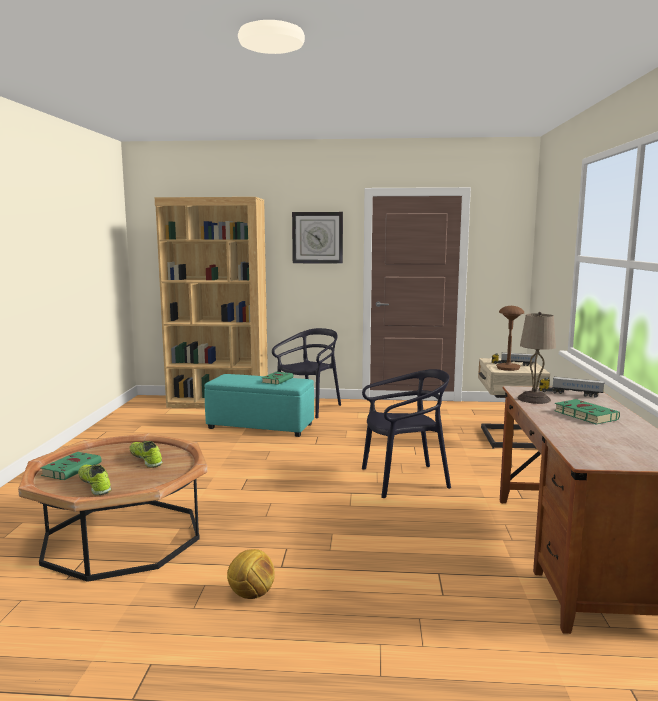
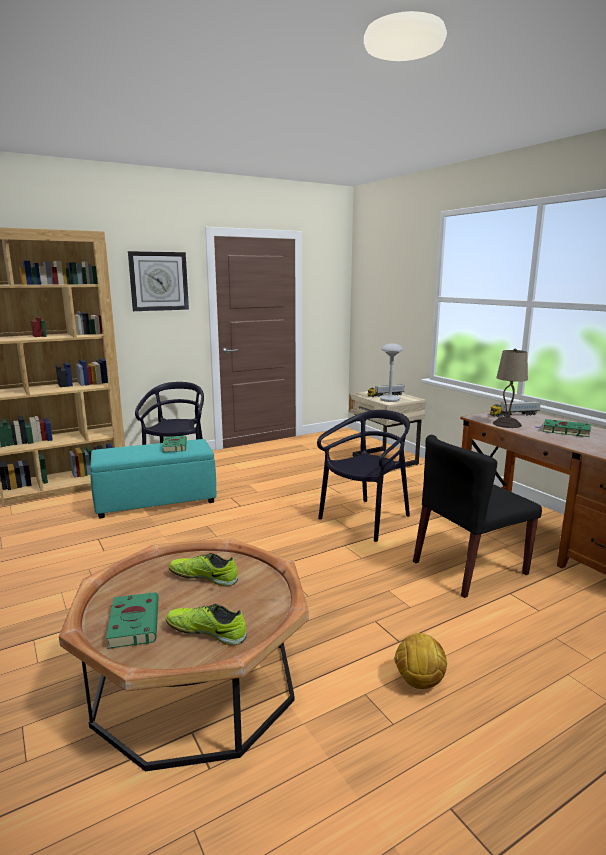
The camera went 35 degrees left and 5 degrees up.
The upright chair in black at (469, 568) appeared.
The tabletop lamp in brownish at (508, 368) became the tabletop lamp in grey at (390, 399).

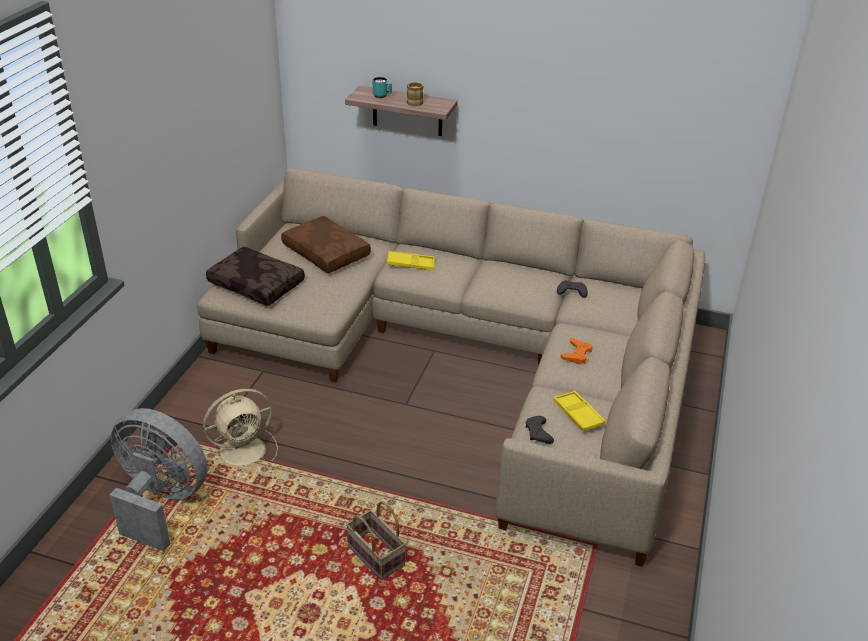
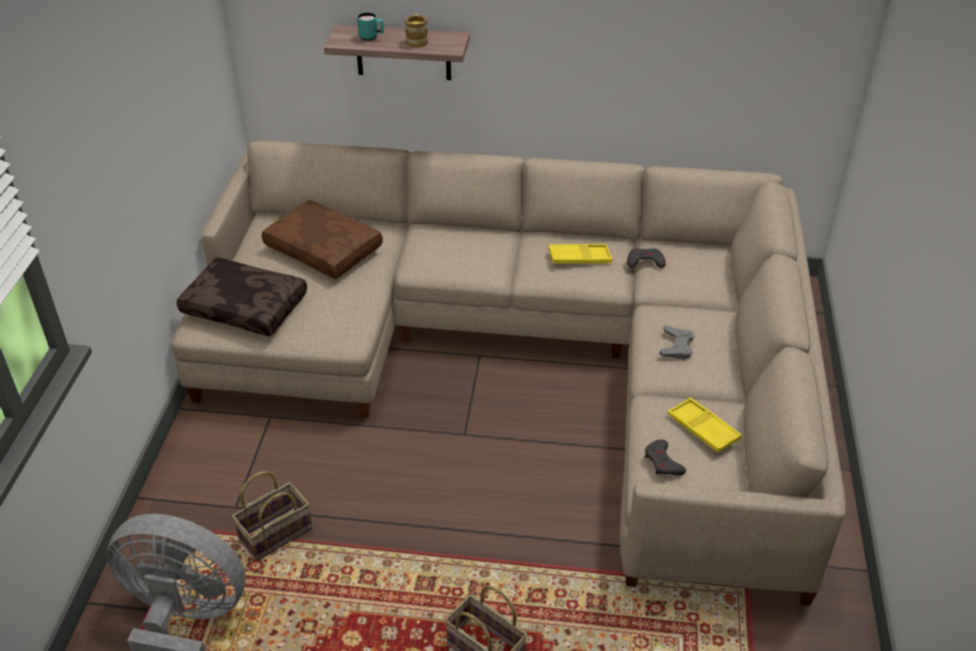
The camera went 10 degrees left and 5 degrees up.
The serving tray in yellow moved from (410, 264) to (579, 258).
The fan in beige-coloured at (244, 450) was replaced by the storage basket at (276, 532).
The gamepad in orangey at (576, 354) became the gamepad in grey at (676, 346).

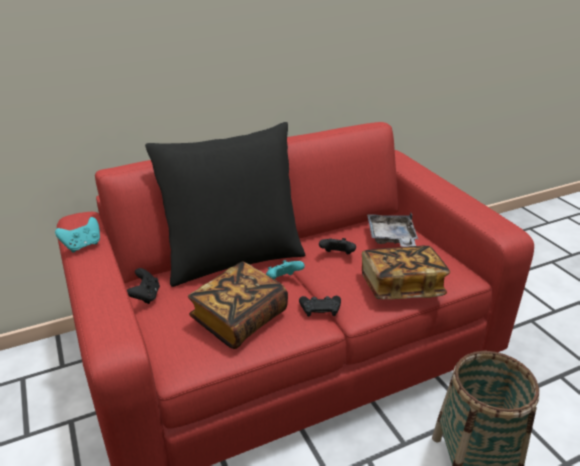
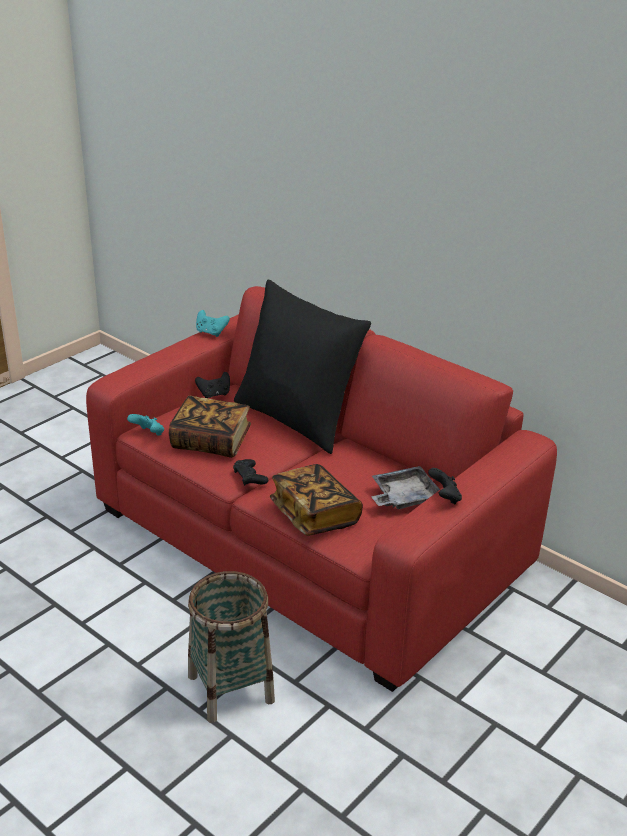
The camera went 65 degrees right and 0 degrees up.
The gamepad in turquoise moved from (283, 280) to (148, 434).
The gamepad in black moved from (337, 255) to (444, 497).

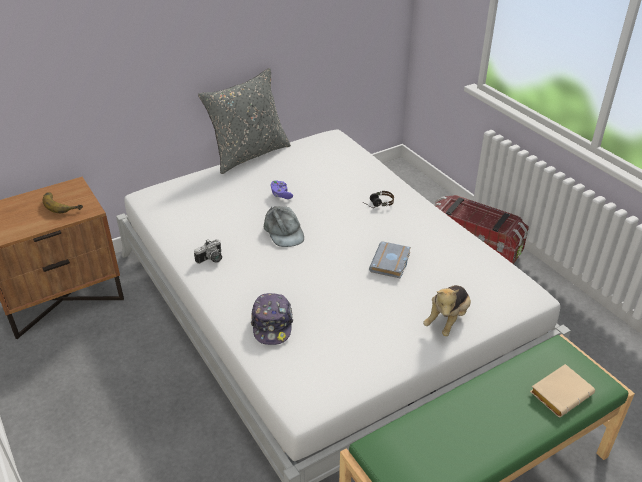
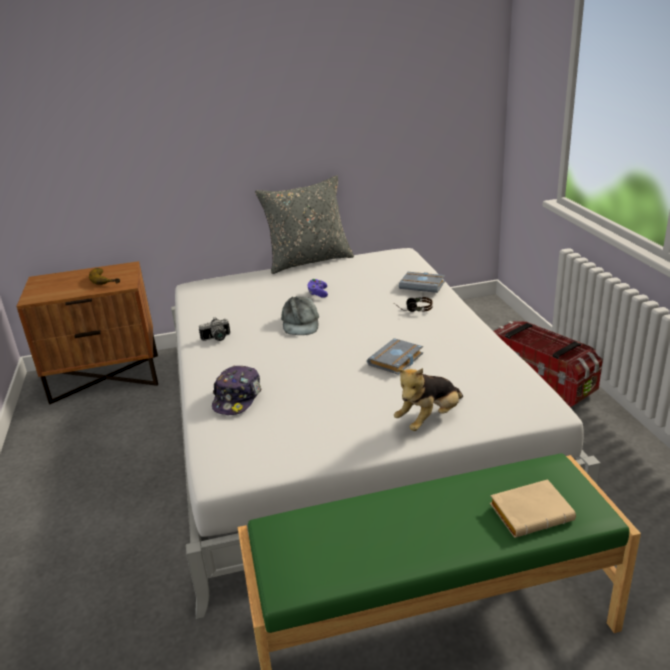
The camera went 20 degrees right and 10 degrees down.
The book in grey at (423, 285) appeared.

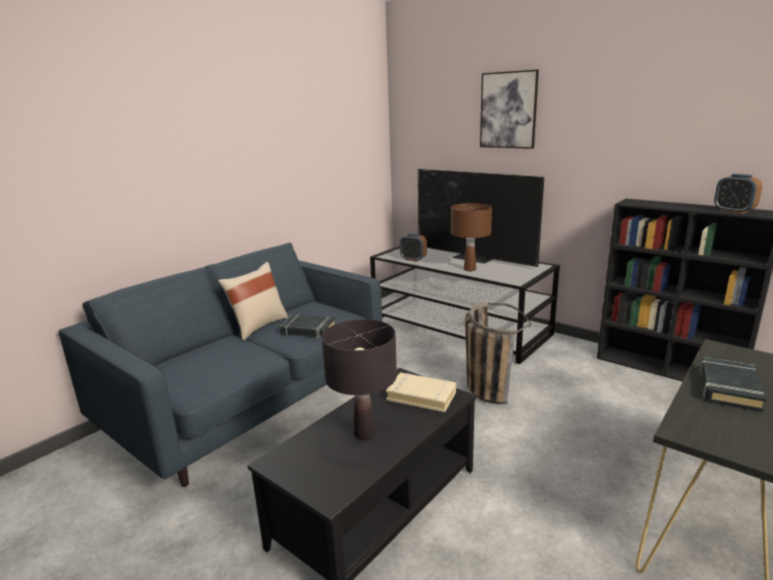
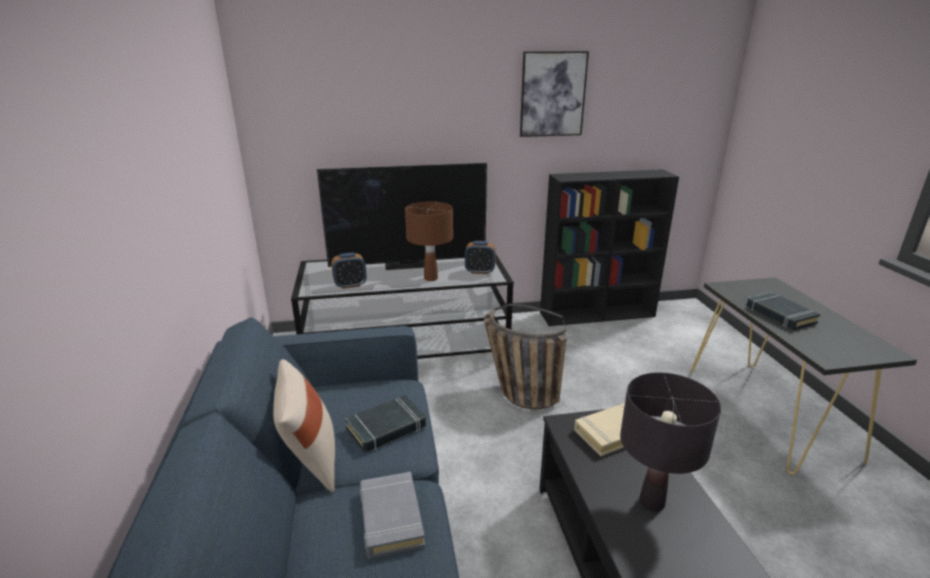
The camera went 50 degrees left and 5 degrees up.
The book in grey at (390, 518) appeared.
The wall art moved from (508, 110) to (552, 94).
The bedside clock moved from (733, 211) to (480, 271).

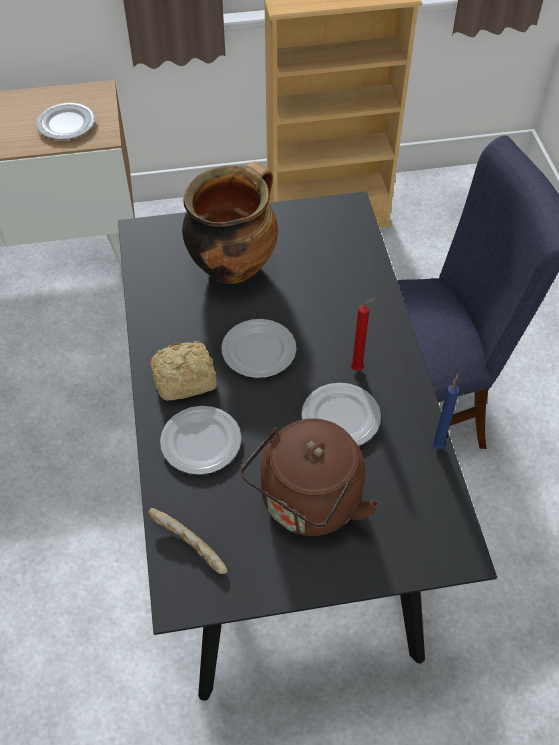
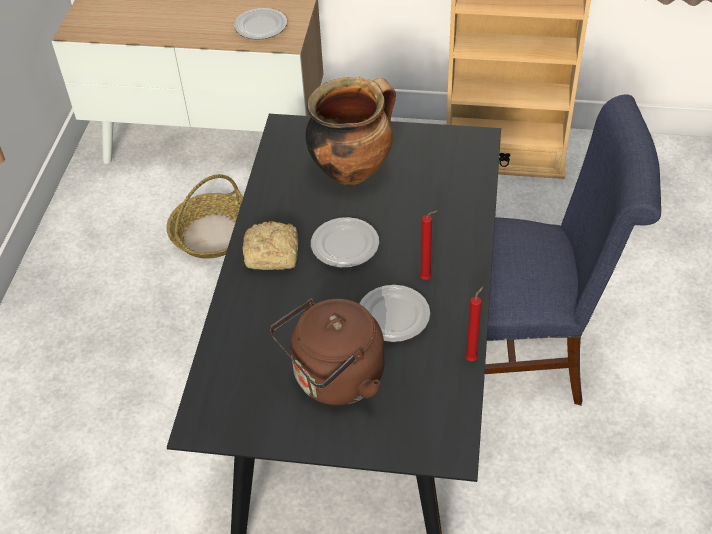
The camera went 20 degrees right and 5 degrees down.
The bread at (188, 546) disappeared.
The plate at (200, 443) disappeared.
The storage basket at (212, 234) appeared.
The wax light in blue-coloured at (438, 444) became the wax light in red at (472, 358).

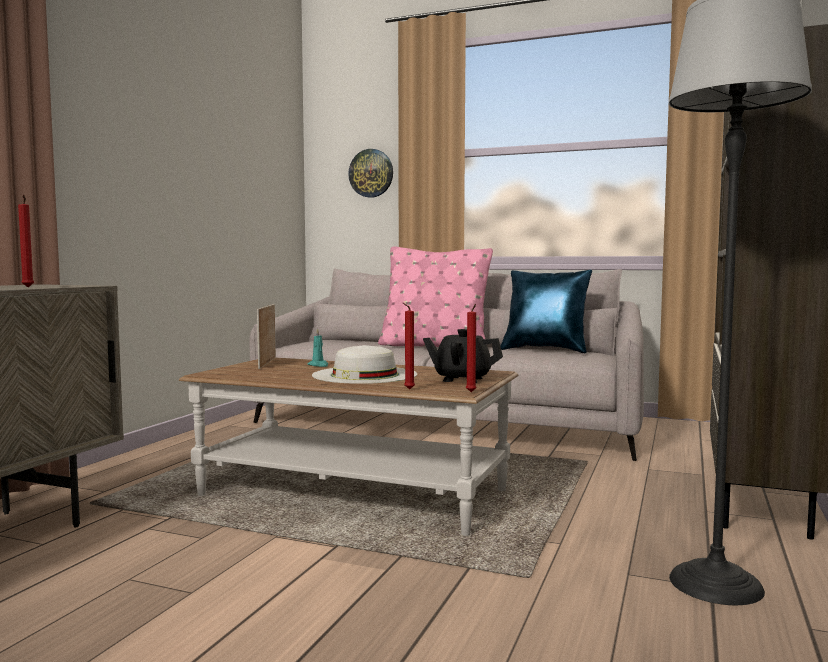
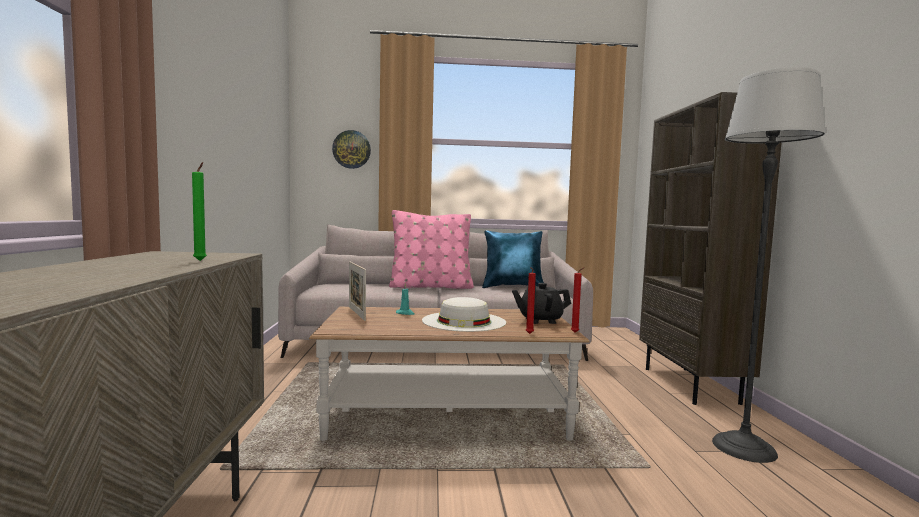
The camera went 25 degrees left and 0 degrees up.
The wax light in red at (28, 287) became the wax light in greenish at (201, 261).

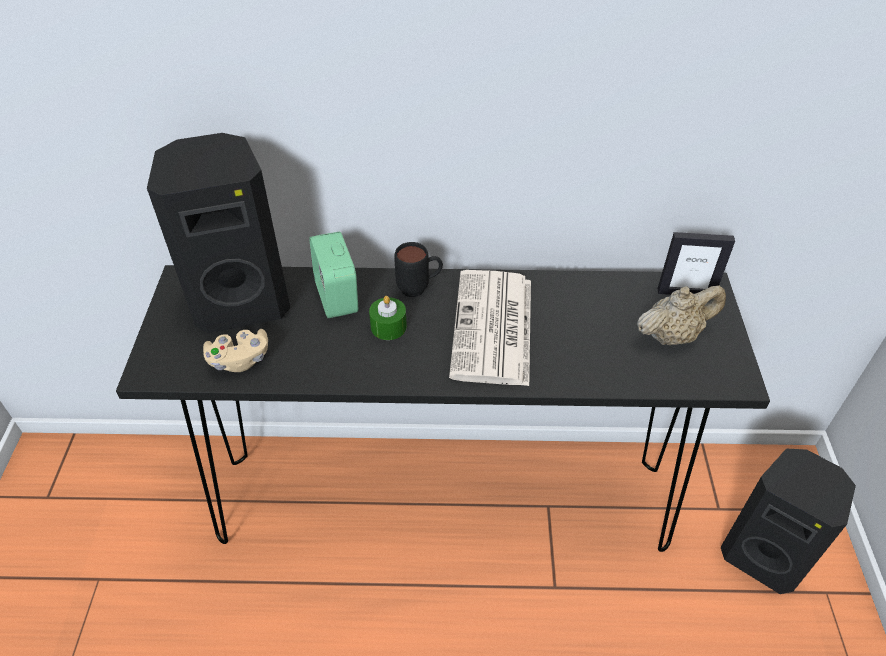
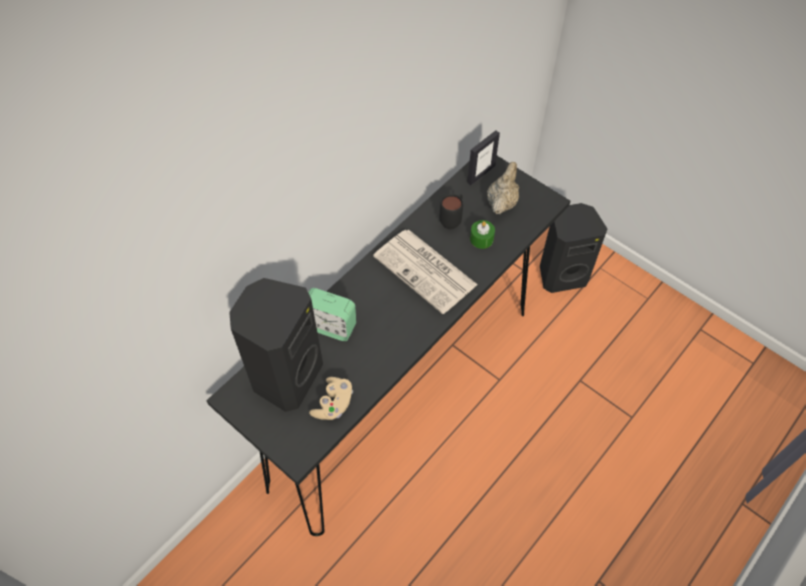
The camera went 50 degrees left and 10 degrees up.
The wax light in greenish moved from (388, 326) to (481, 239).
The coffee mug in black moved from (419, 289) to (452, 220).

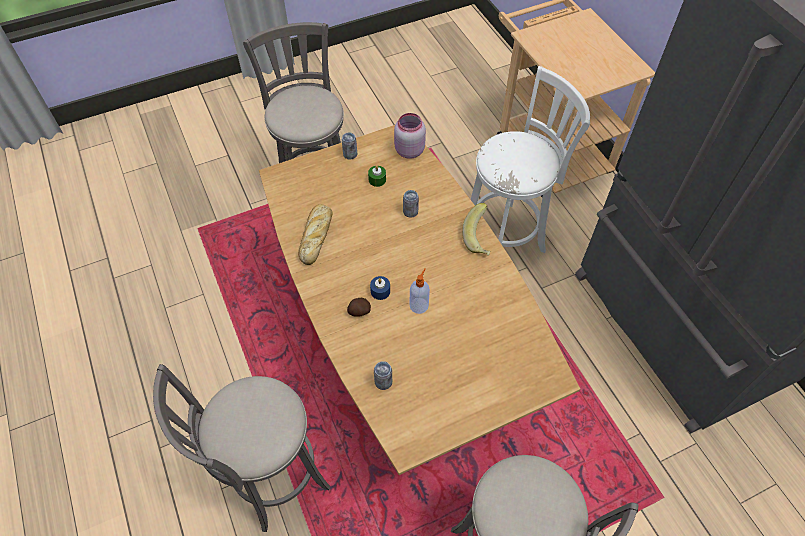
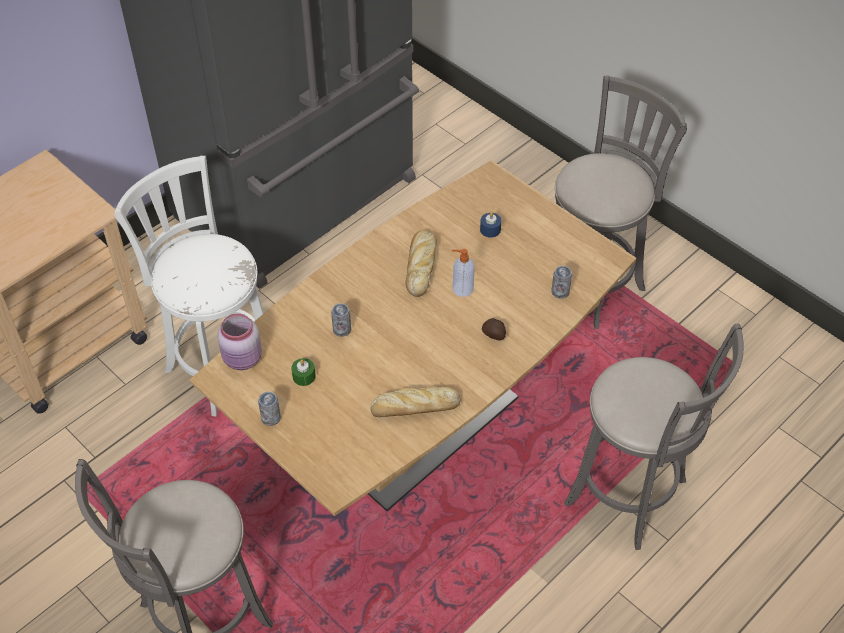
The camera went 110 degrees left and 5 degrees down.
The banana fruit at (480, 238) disappeared.
The bread at (421, 265) appeared.
The wax light in blue-coloured moved from (380, 291) to (490, 229).

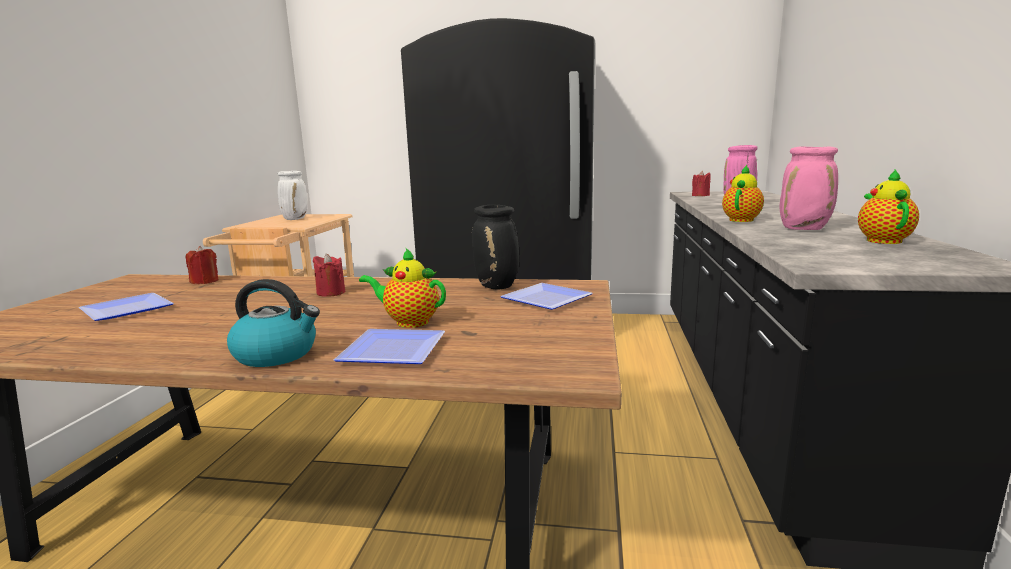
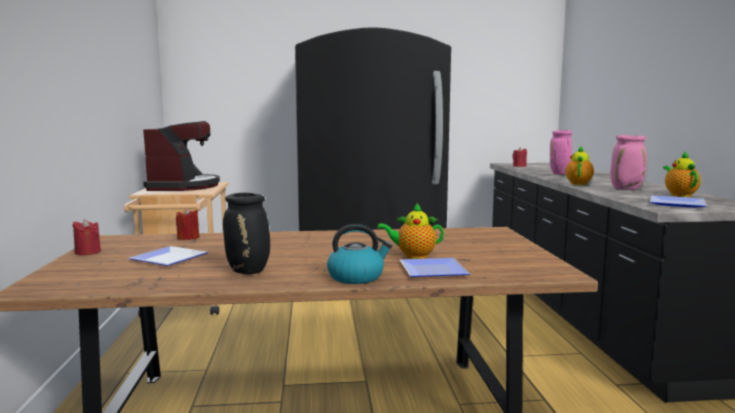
The camera went 15 degrees left and 5 degrees down.
The wax light in red moved from (331, 293) to (88, 252).
The flower vase in black moved from (497, 287) to (249, 271).
The plate moved from (546, 300) to (679, 204).
The flower vase in white-coloured at (295, 219) was replaced by the coffee machine at (184, 186).

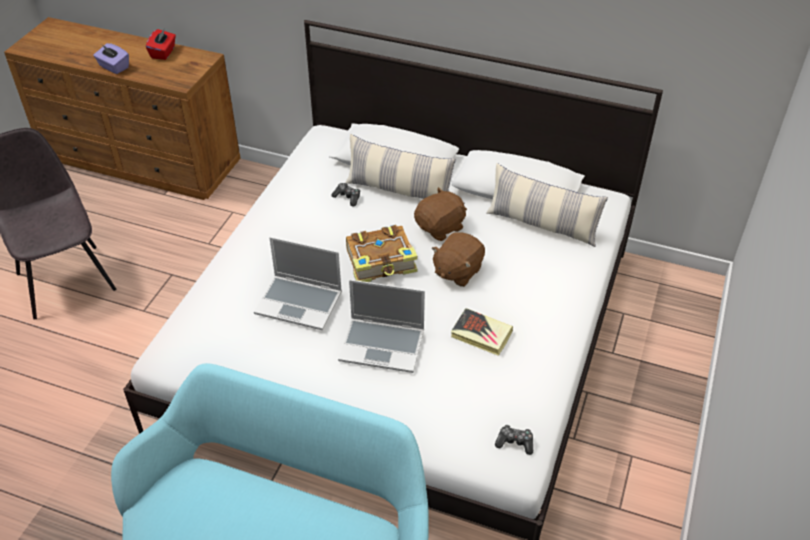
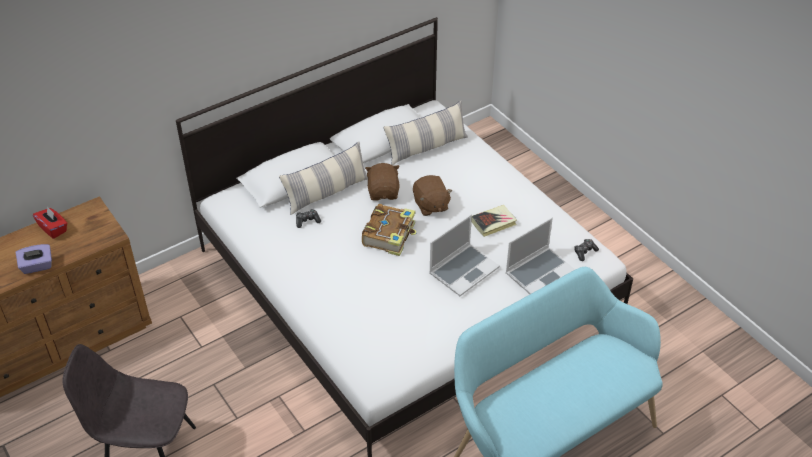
The camera went 55 degrees left and 0 degrees up.
The portable computer moved from (300, 303) to (540, 272).

